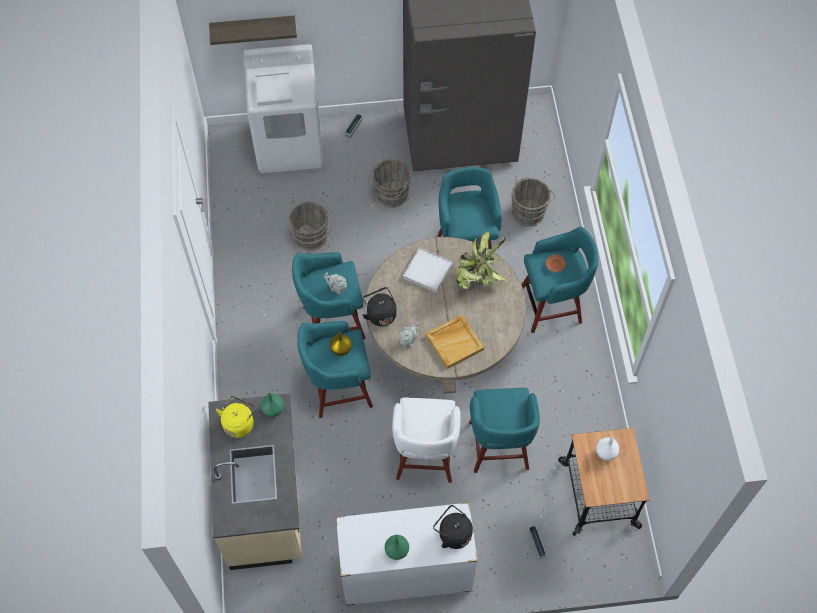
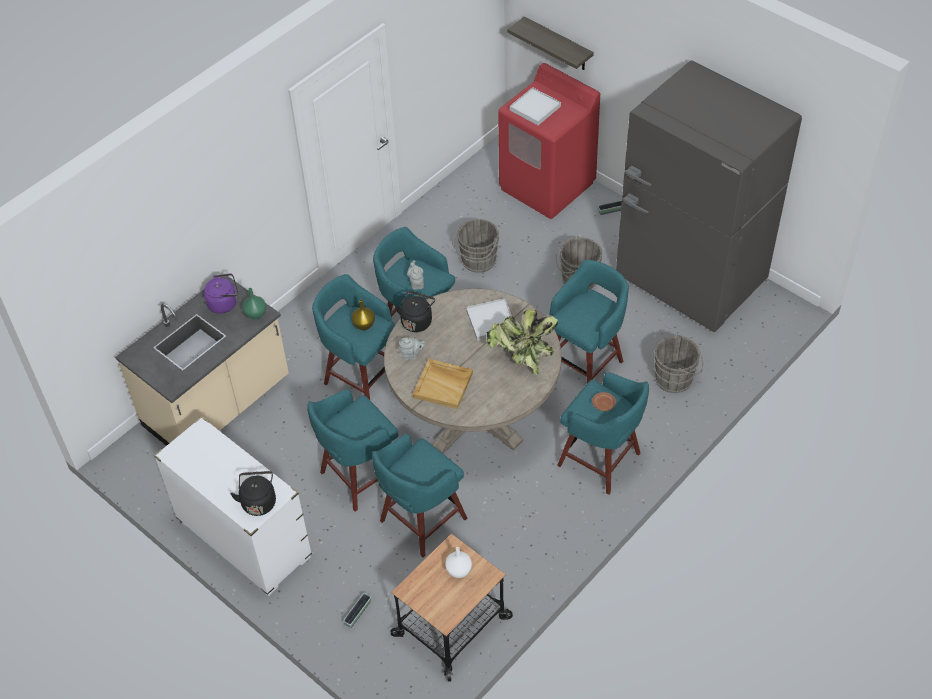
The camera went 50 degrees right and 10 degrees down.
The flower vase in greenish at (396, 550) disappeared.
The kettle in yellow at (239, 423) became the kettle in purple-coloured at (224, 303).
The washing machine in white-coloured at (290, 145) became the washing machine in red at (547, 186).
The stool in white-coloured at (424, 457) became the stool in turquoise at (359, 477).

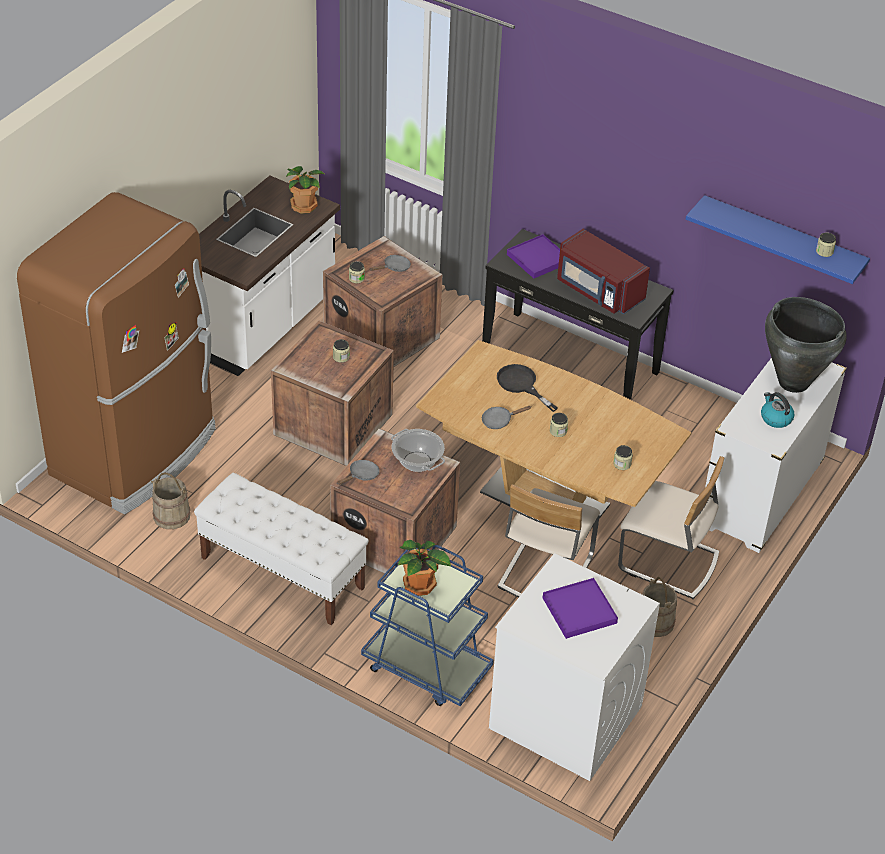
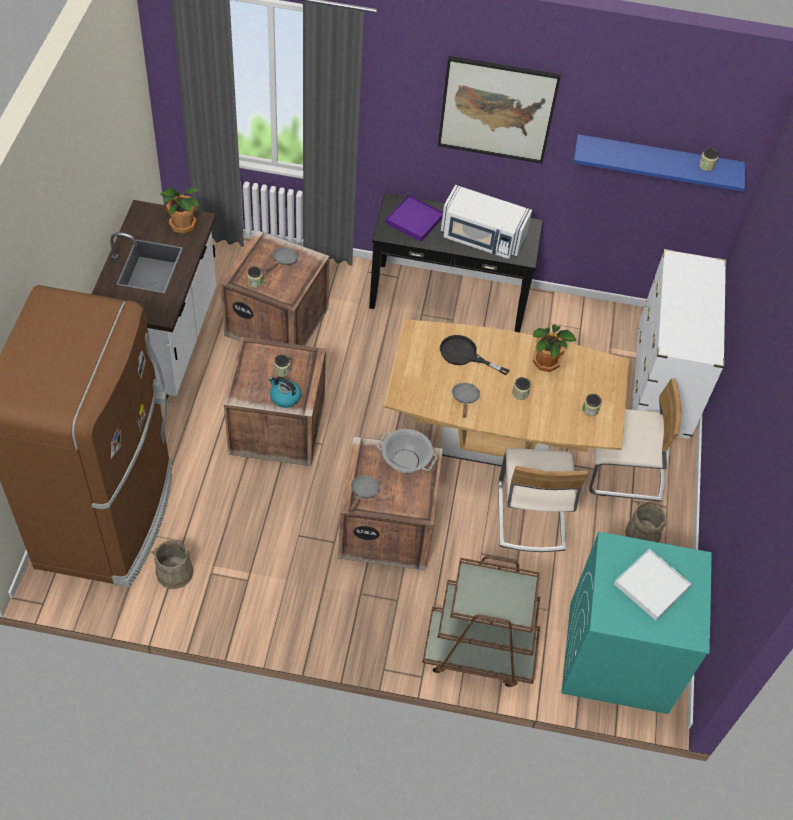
The camera went 25 degrees left and 10 degrees up.
The long seat in white-coloured at (282, 572) disappeared.
The flower vase in black at (794, 382) disappeared.
The wall art at (497, 109) appeared.
The houseplant moved from (420, 586) to (547, 362).
The kettle moved from (775, 418) to (284, 397).
The trolley in blue-coloured at (426, 667) became the trolley in brownish at (479, 651).
The washing machine in white-coloured at (564, 717) became the washing machine in turquoise at (617, 657).
The serving tray in purple-coloured at (579, 610) became the serving tray in white-coloured at (651, 585).
The microwave in red at (598, 291) became the microwave in white-coloured at (482, 238).
The skillet in grey at (499, 421) turned 135 degrees clockwise.

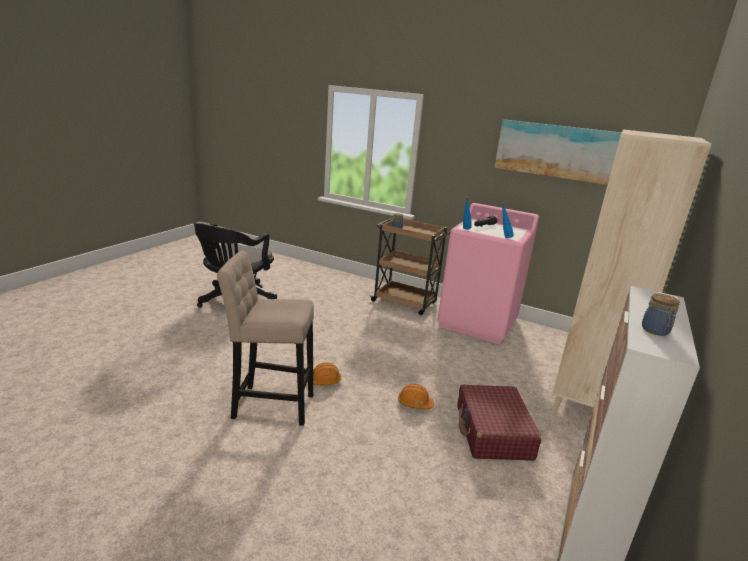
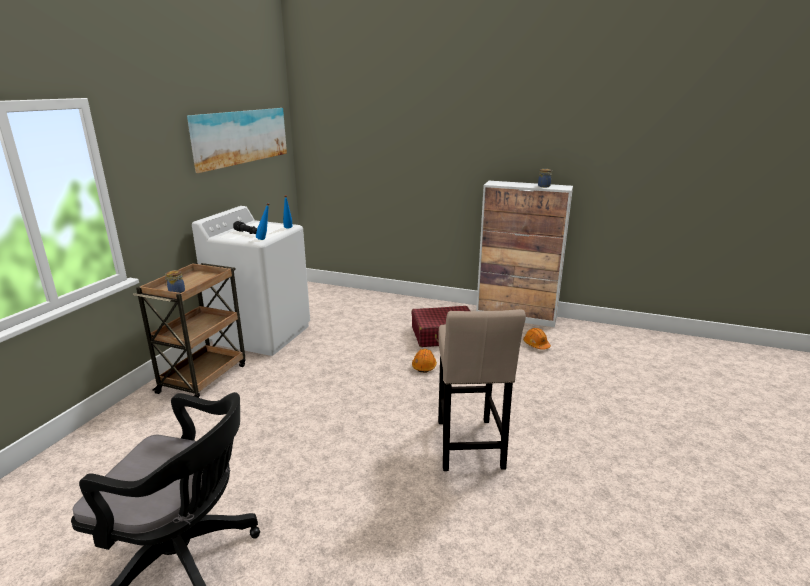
The camera went 95 degrees left and 0 degrees up.
The bookshelf in beige-coloured at (584, 405) disappeared.
The safety helmet in orangey moved from (324, 381) to (536, 344).
The washing machine in pink-coloured at (478, 322) became the washing machine in white-coloured at (262, 334).

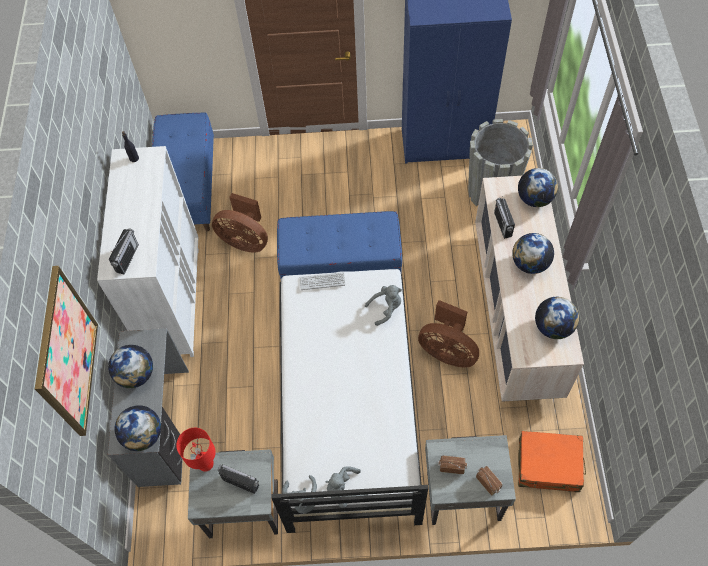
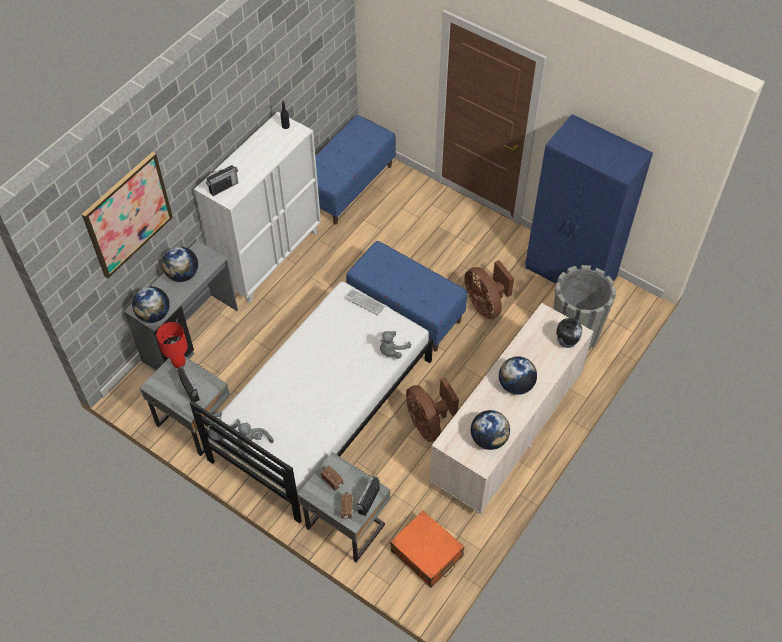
The camera went 35 degrees right and 5 degrees down.
The fan in brownish moved from (245, 240) to (485, 304).
The radio receiver moved from (502, 224) to (368, 501).
The globe at (534, 198) was replaced by the flower vase at (566, 343).
The cuddly toy in grey at (386, 308) turned 120 degrees clockwise.

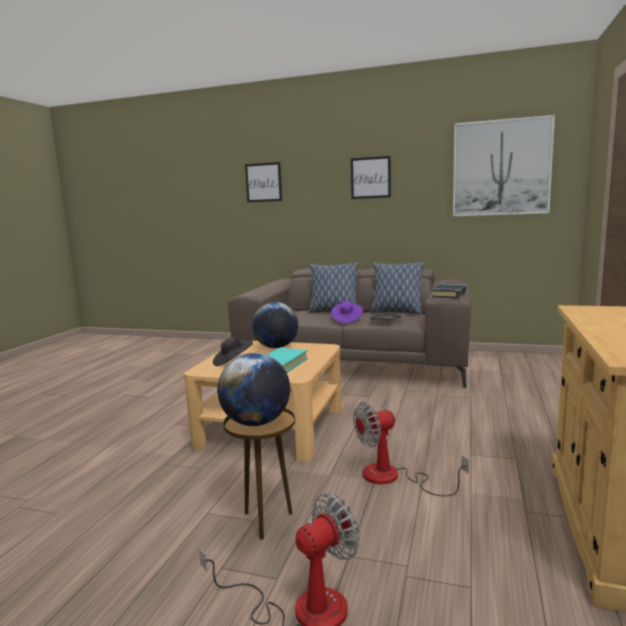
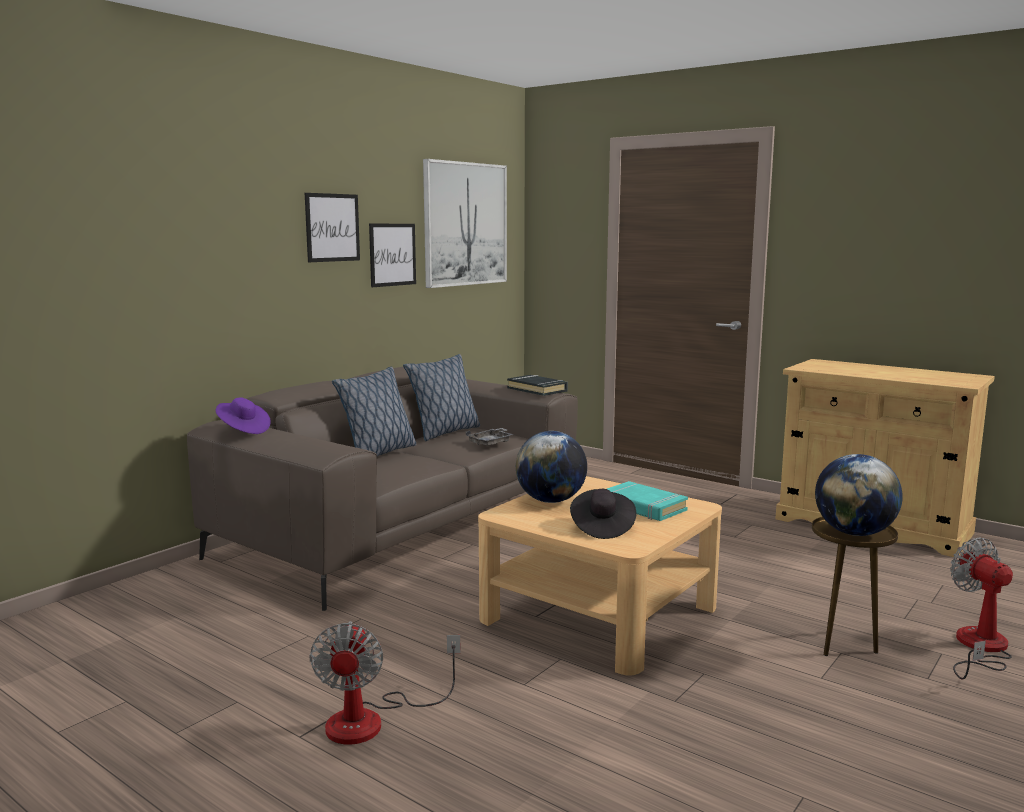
The camera went 70 degrees left and 0 degrees up.
The wall art moved from (263, 182) to (392, 254).
The hat in purple-coloured moved from (346, 319) to (243, 430).
The fan moved from (393, 478) to (372, 720).

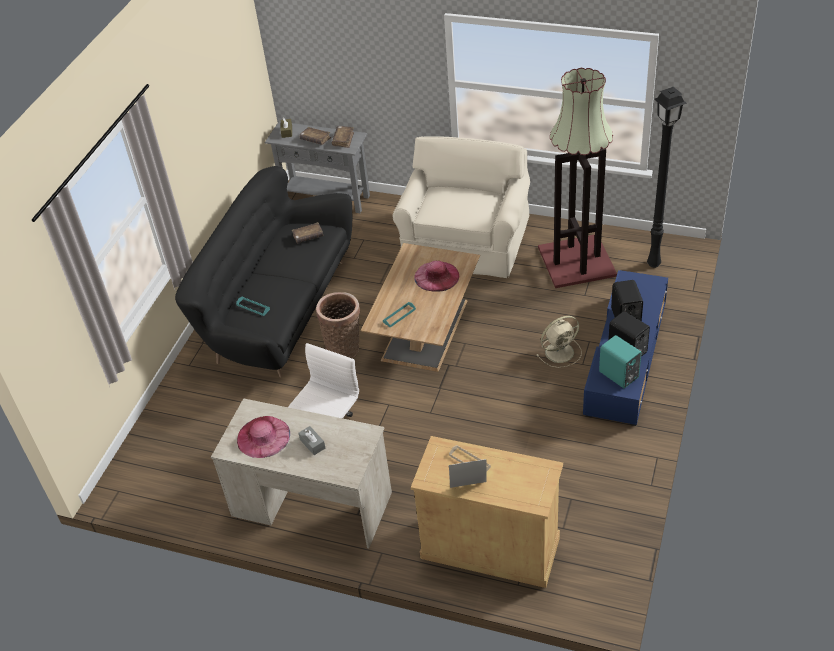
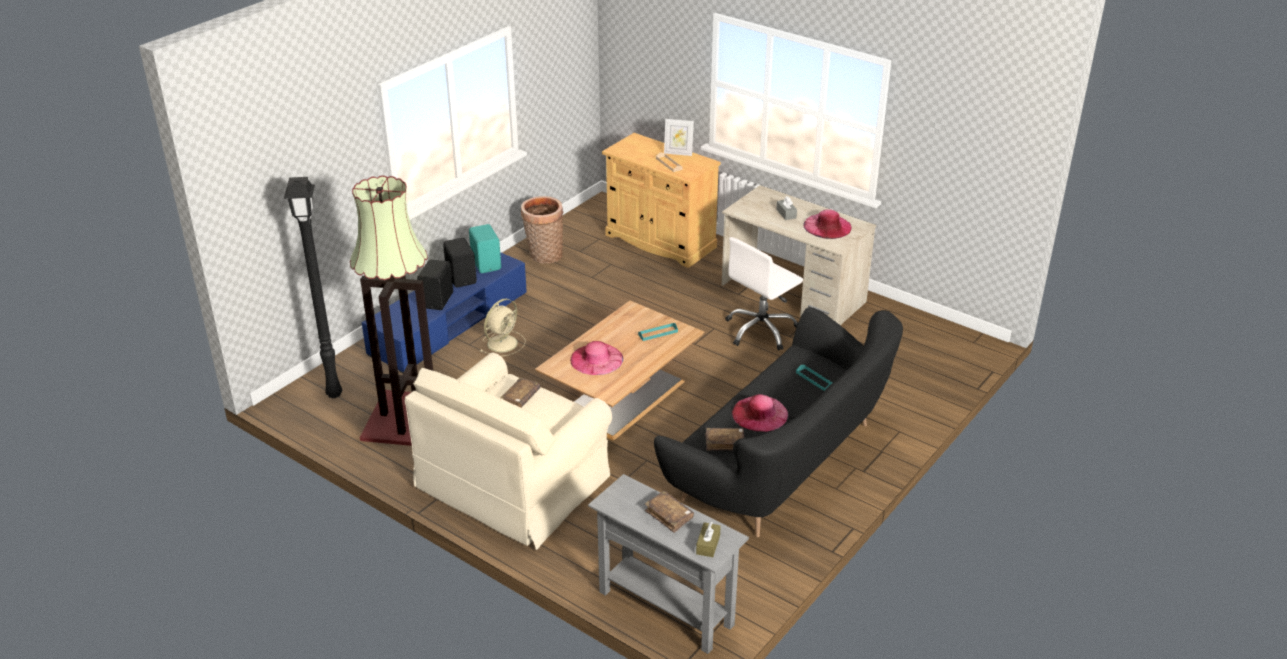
The camera went 165 degrees left and 10 degrees down.
The hat in pink-coloured at (760, 413) appeared.
The storage basket moved from (344, 348) to (544, 256).
The book in brownish moved from (343, 140) to (520, 398).
The fan in beige-coloured at (560, 352) turned 135 degrees clockwise.

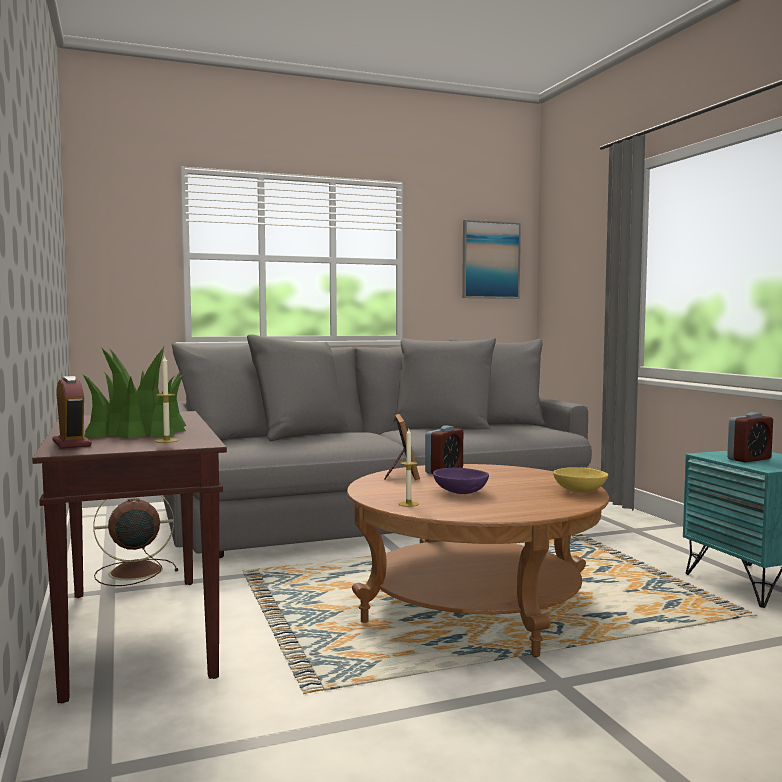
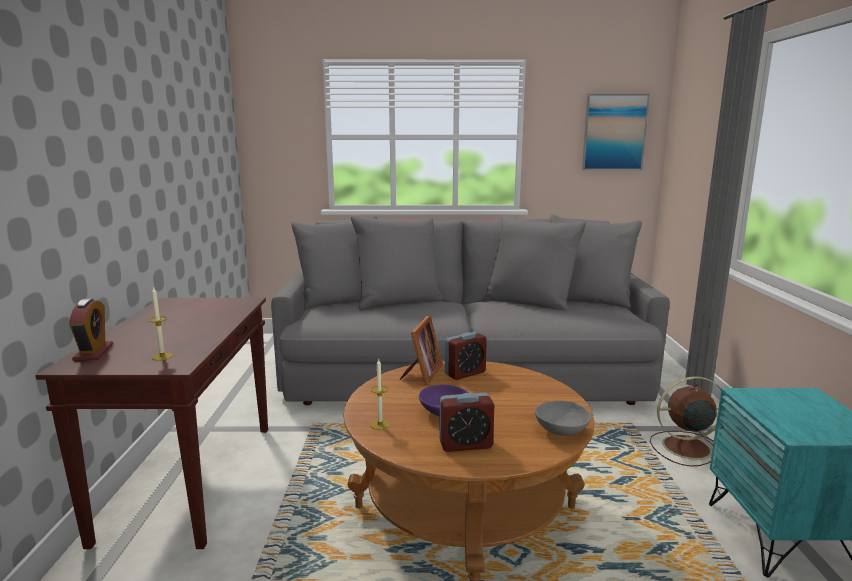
The camera went 20 degrees right and 10 degrees up.
The houseplant at (137, 431) disappeared.
The fan in brownish moved from (133, 572) to (684, 447).
The bedside clock moved from (749, 459) to (465, 444).
The serving bowl in yellow at (579, 491) became the serving bowl in grey at (561, 430).

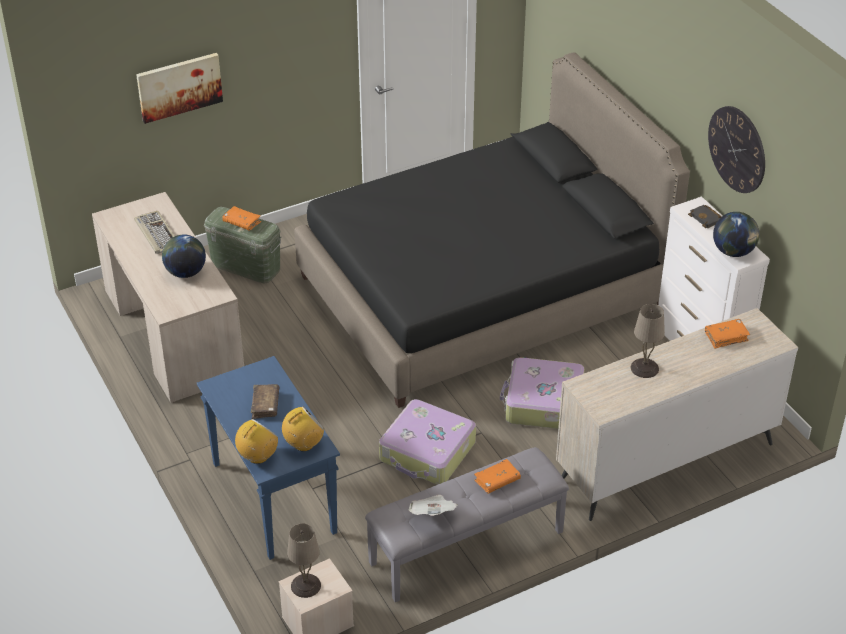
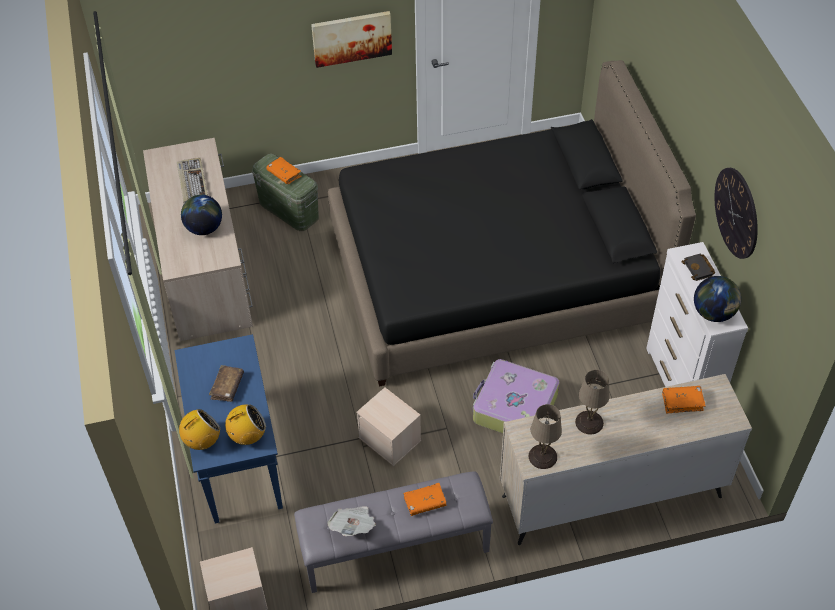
The camera went 15 degrees right and 10 degrees up.
The wall art moved from (179, 86) to (351, 38).
The tabletop lamp in beige-coloured moved from (305, 586) to (542, 457).
The piece of luggage at (427, 452) was replaced by the storage bin in beige-coloured at (391, 439).

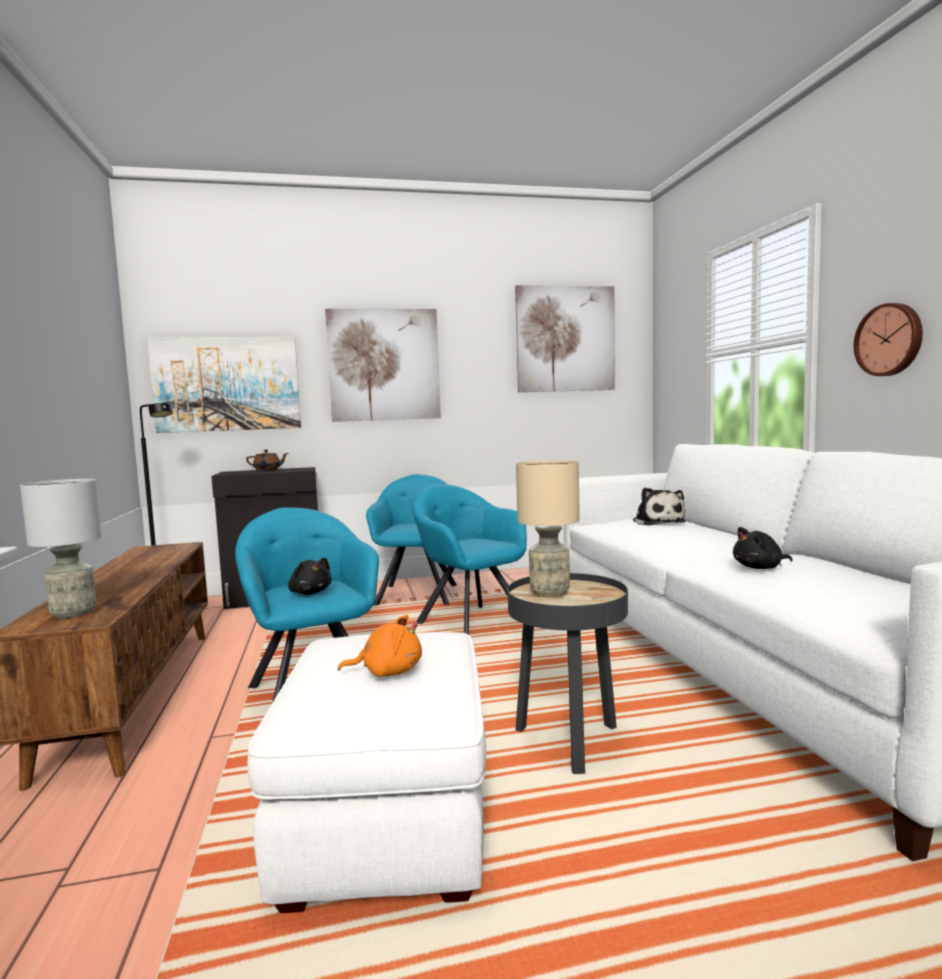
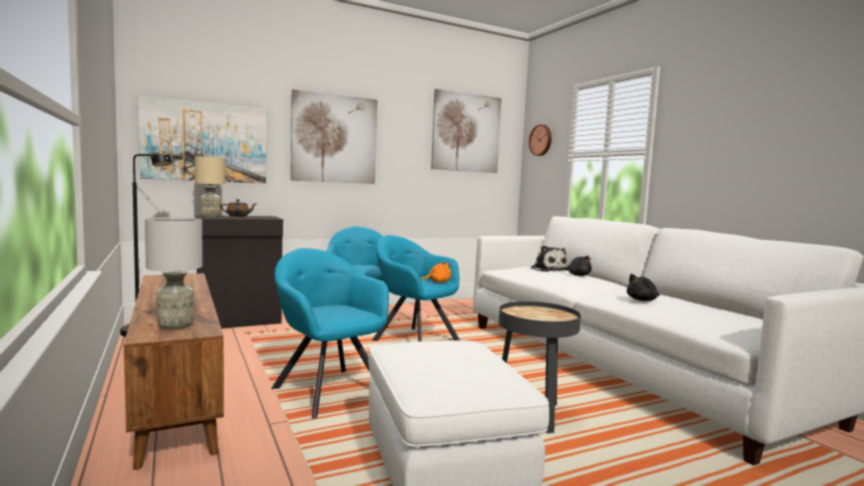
The camera went 15 degrees left and 0 degrees up.
The cuddly toy in black moved from (310, 593) to (577, 275).
The cuddly toy in orangey moved from (388, 672) to (438, 282).
The tabletop lamp in beige-coloured moved from (549, 592) to (210, 217).
The wall clock moved from (890, 340) to (541, 140).

